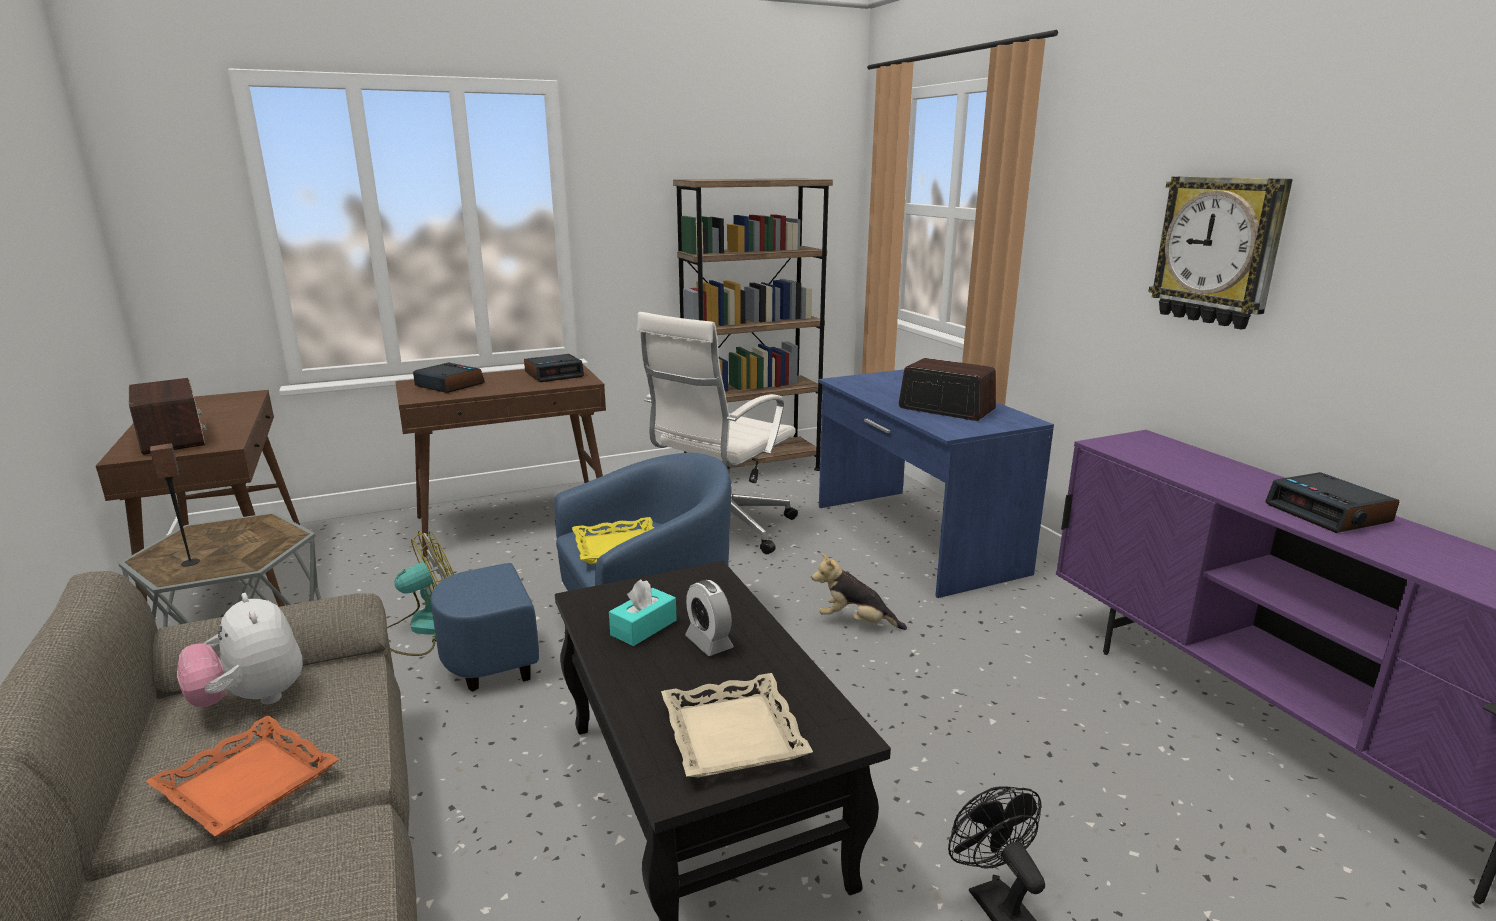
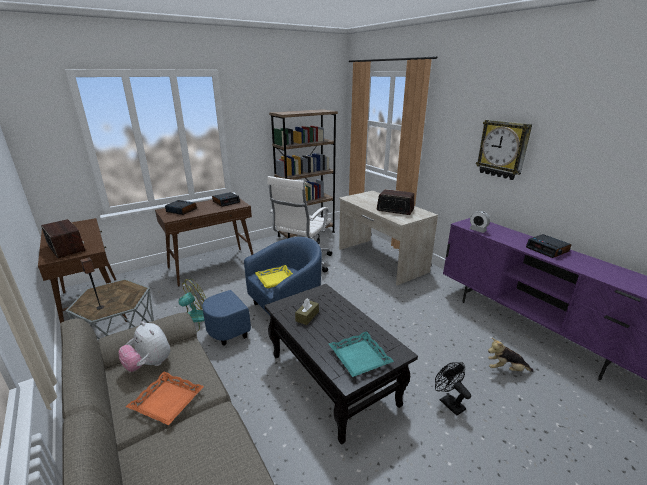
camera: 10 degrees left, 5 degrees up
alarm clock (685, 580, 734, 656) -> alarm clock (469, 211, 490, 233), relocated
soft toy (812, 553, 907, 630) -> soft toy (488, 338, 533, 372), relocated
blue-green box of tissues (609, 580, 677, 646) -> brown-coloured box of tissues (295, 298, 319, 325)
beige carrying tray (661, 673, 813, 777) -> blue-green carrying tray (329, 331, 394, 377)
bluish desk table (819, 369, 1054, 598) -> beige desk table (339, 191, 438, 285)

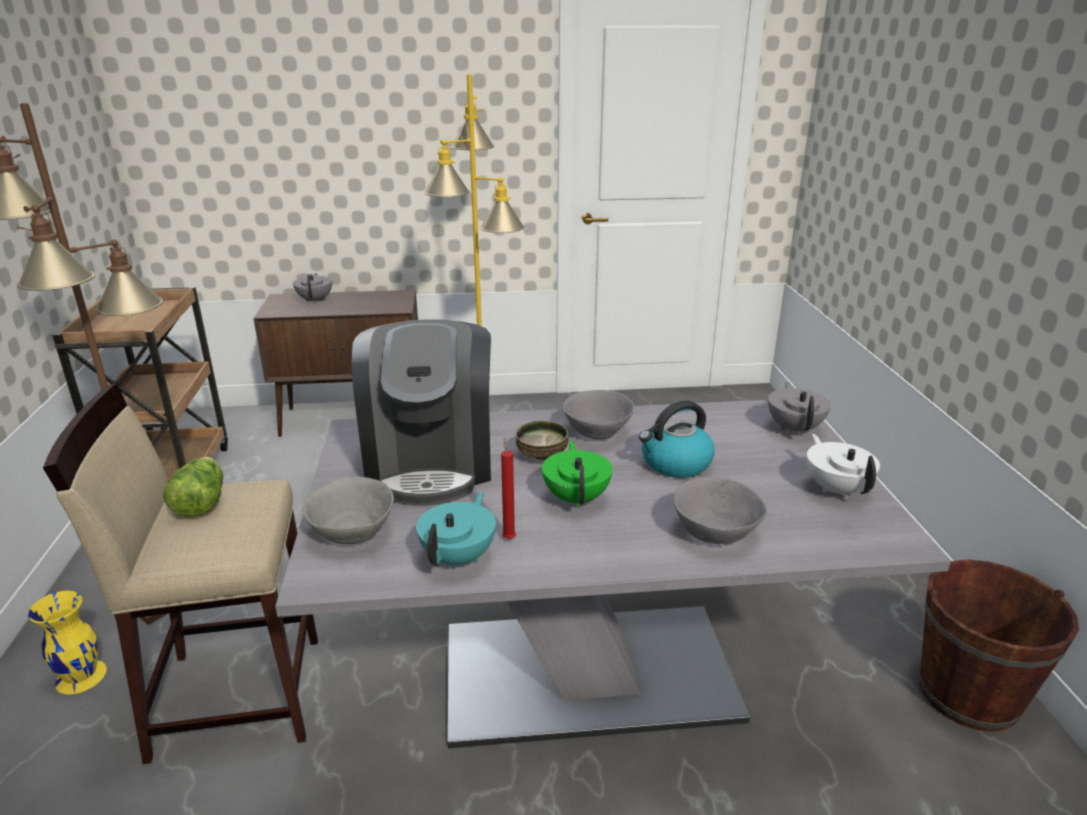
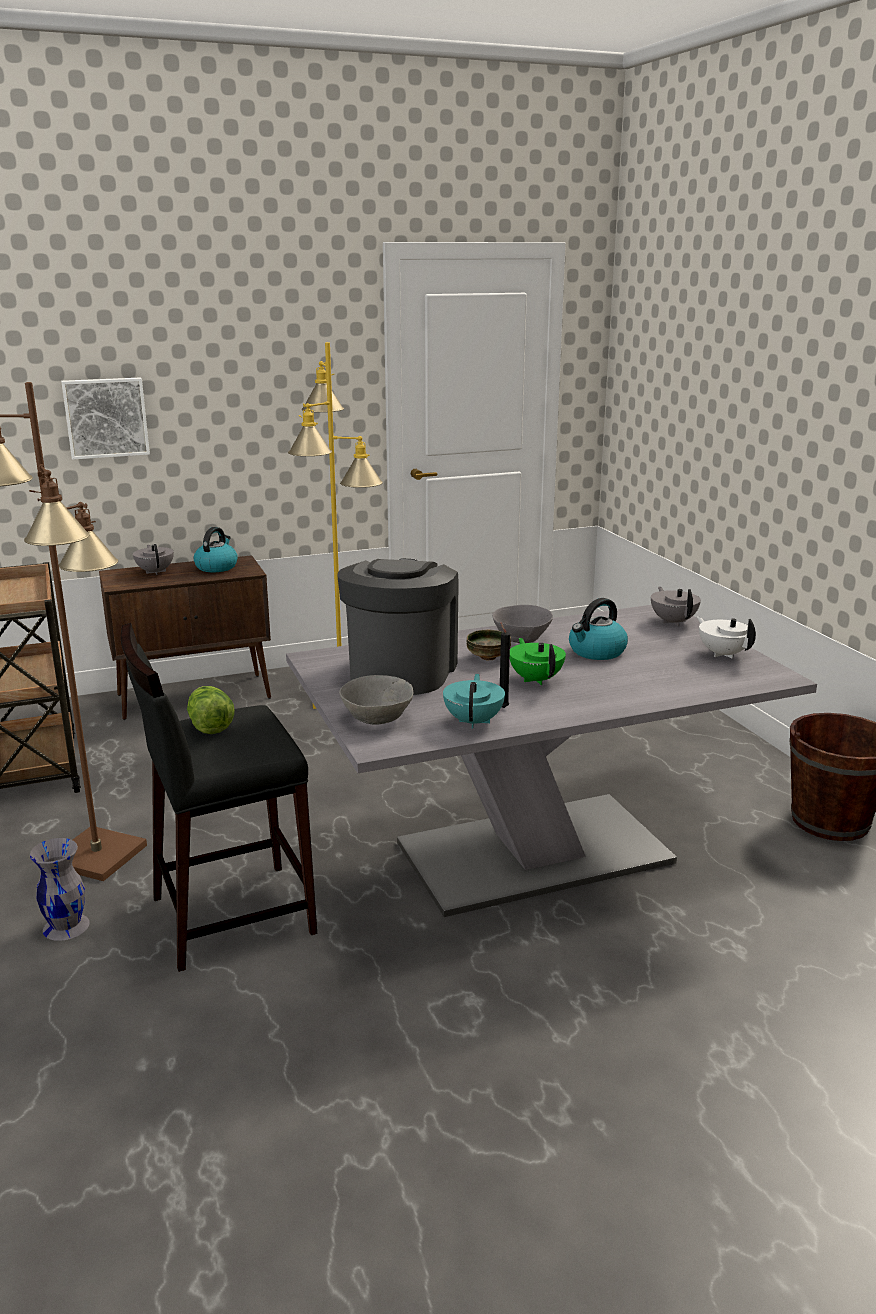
camera: 15 degrees left, 5 degrees down
grey bowl (674, 477, 767, 544) -> none
none -> wall art (61, 377, 150, 460)
none -> water kettle (193, 527, 238, 572)
yellowish flower vase (28, 591, 107, 694) -> grey flower vase (30, 838, 90, 941)
beige stool seat (43, 383, 318, 764) -> black stool seat (121, 623, 317, 972)
red wax light (501, 437, 516, 540) -> black wax light (500, 622, 510, 708)
coffee brewer (352, 319, 491, 506) -> coffee brewer (338, 558, 458, 695), 150 degrees counterclockwise

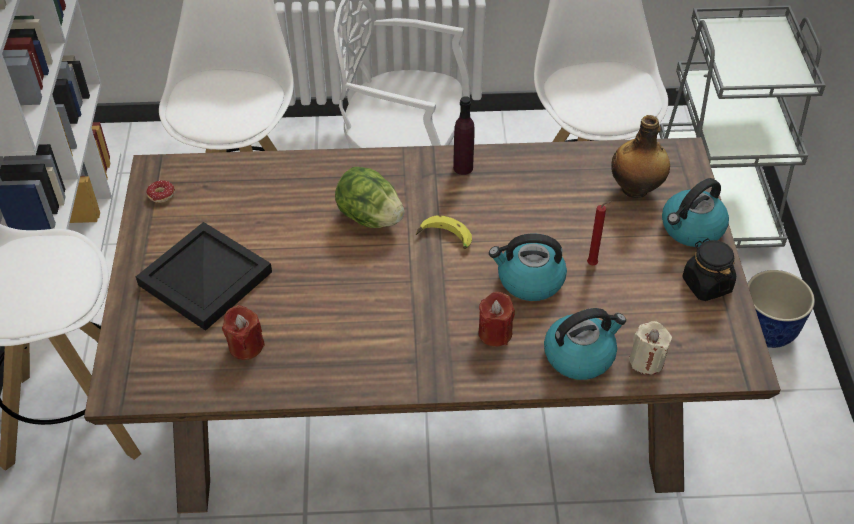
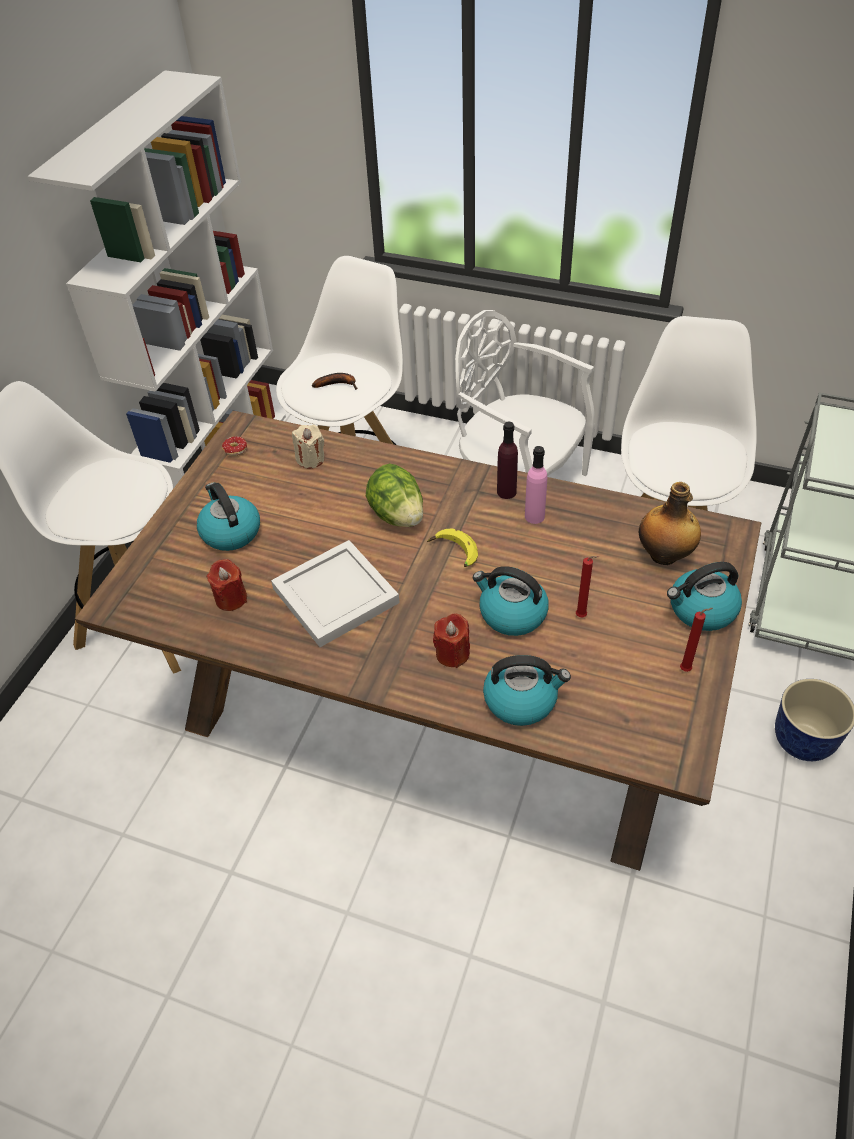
camera: 25 degrees right, 0 degrees up
none -> whitish carrying tray (271, 540, 400, 647)
none -> banana (312, 373, 358, 390)
none -> pinkish beverage bottle (525, 446, 547, 524)
beige wax light (629, 321, 672, 375) -> beige wax light (292, 425, 325, 469), relocated
black carrying tray (136, 222, 272, 331) -> water kettle (197, 482, 260, 551)
black jar (682, 238, 736, 301) -> red wax light (680, 608, 713, 672)

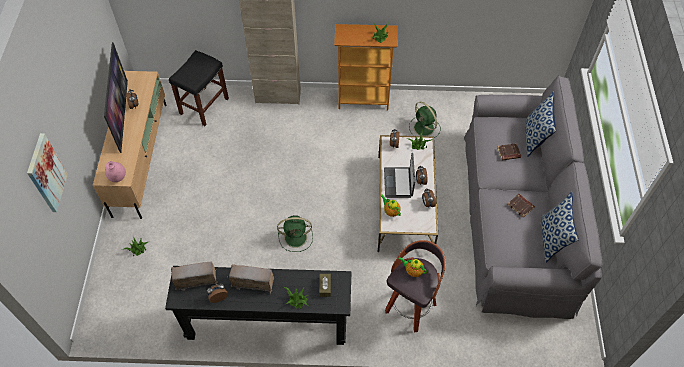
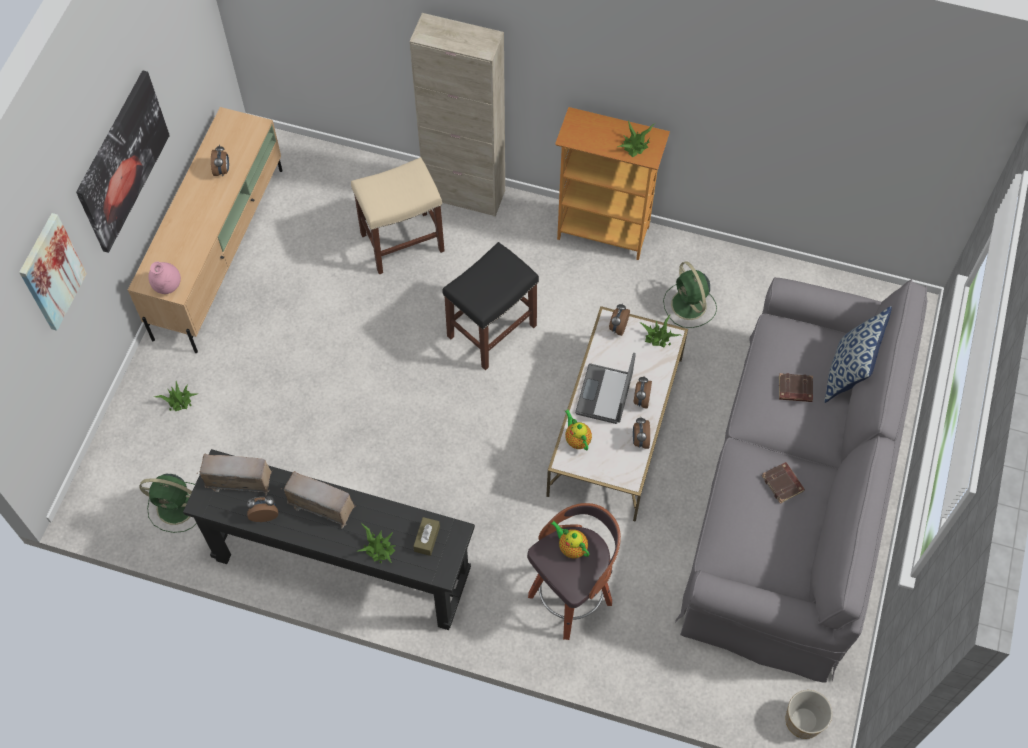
camera: 15 degrees right, 5 degrees up
television (104, 42, 128, 153) -> none
pillow (541, 192, 579, 263) -> none
none -> wall art (76, 70, 170, 253)
none -> beige stool seat (351, 157, 445, 274)
none -> flower pot (785, 690, 832, 739)
black stool seat (169, 50, 229, 126) -> black stool seat (442, 242, 539, 370), relocated
green fan (277, 215, 313, 252) -> green fan (139, 474, 197, 533), relocated

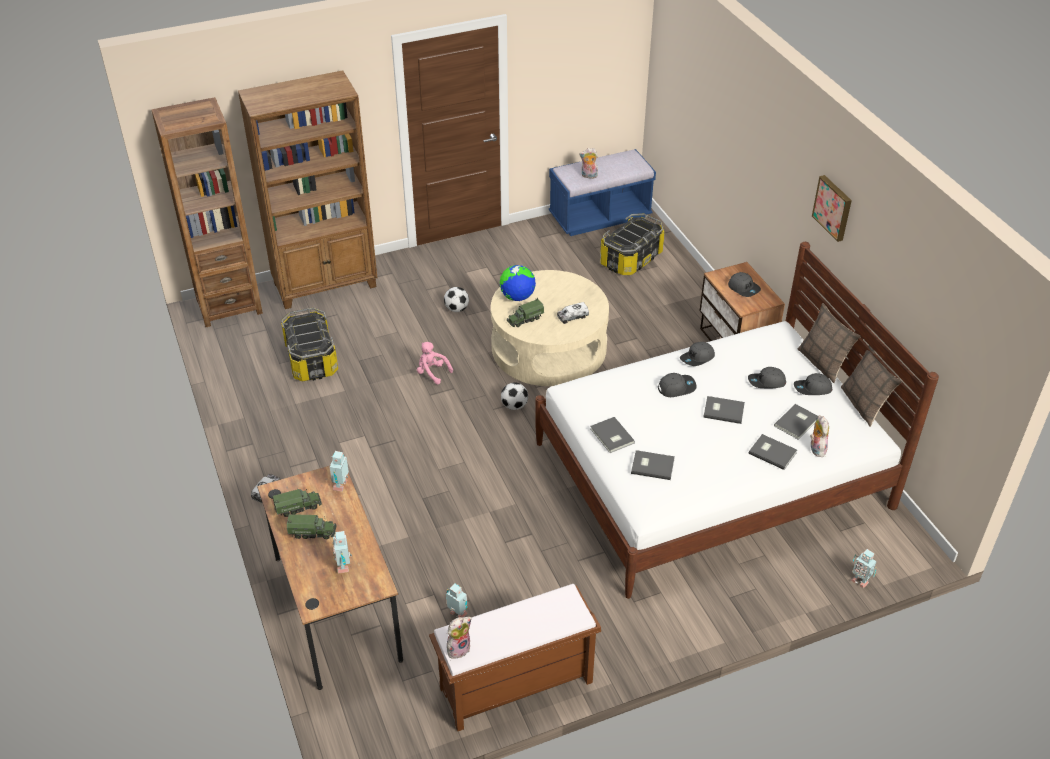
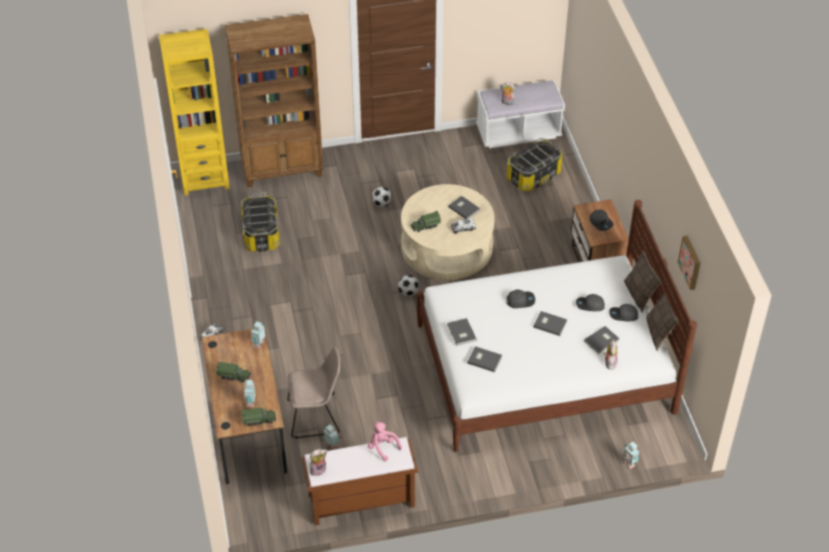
camera: 10 degrees right, 5 degrees up
desk globe (500, 265, 536, 301) -> none
grey cap (680, 342, 715, 366) -> none
none -> beige upright chair (287, 347, 340, 439)
model truck (273, 489, 322, 517) -> model truck (242, 408, 276, 426), relocated
pinkish soft toy (417, 342, 453, 384) -> pinkish soft toy (368, 422, 402, 461), relocated
grey book (749, 434, 797, 470) -> grey book (448, 196, 480, 219), relocated
wall art (812, 175, 852, 242) -> wall art (678, 236, 700, 290), relocated
brown-coloured bookshelf (151, 97, 263, 327) -> yellowish bookshelf (159, 29, 230, 196)
bluish bench (549, 149, 656, 236) -> whitish bench (476, 80, 565, 148)

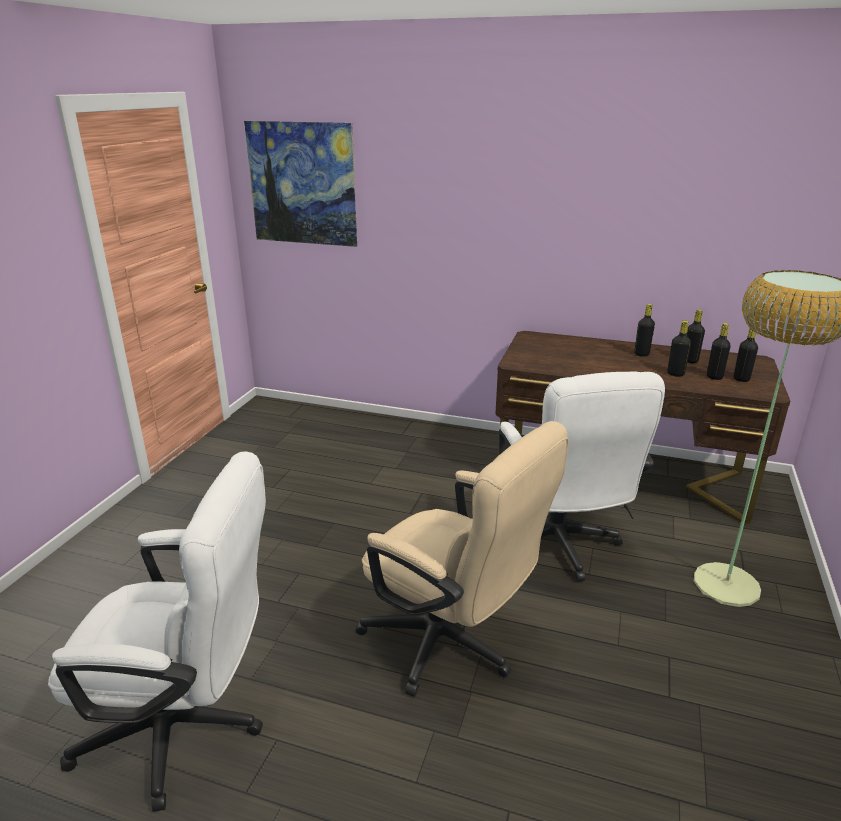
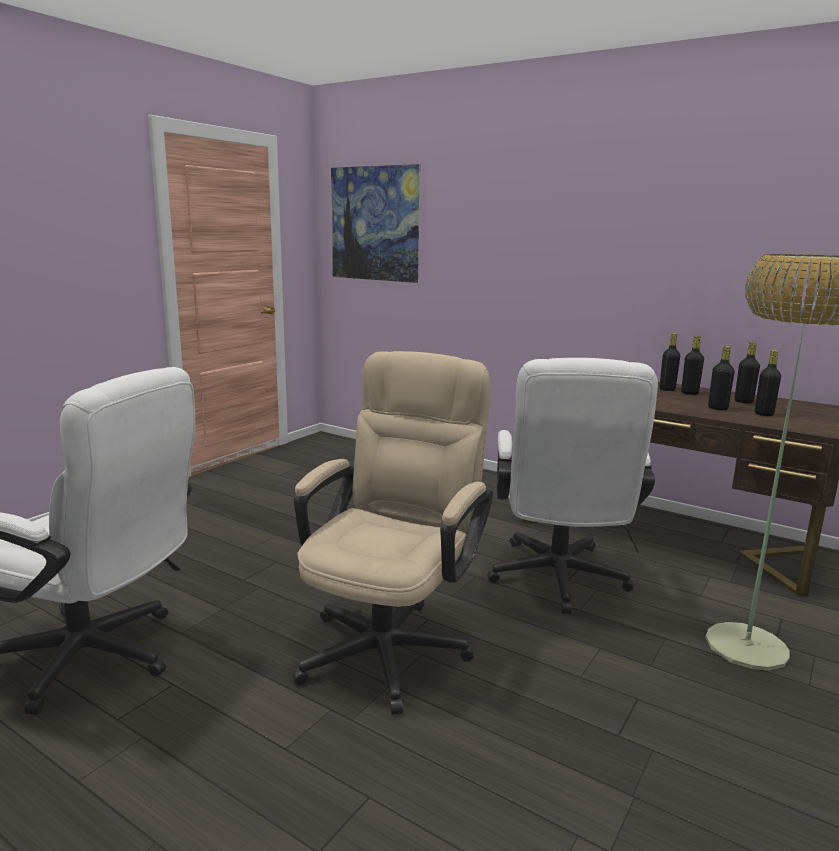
camera: 15 degrees right, 10 degrees down
black beverage bottle (734, 325, 758, 382) -> black beverage bottle (659, 333, 680, 391), relocated
beige desk chair (356, 421, 569, 697) -> beige desk chair (292, 351, 493, 715), 120 degrees counterclockwise

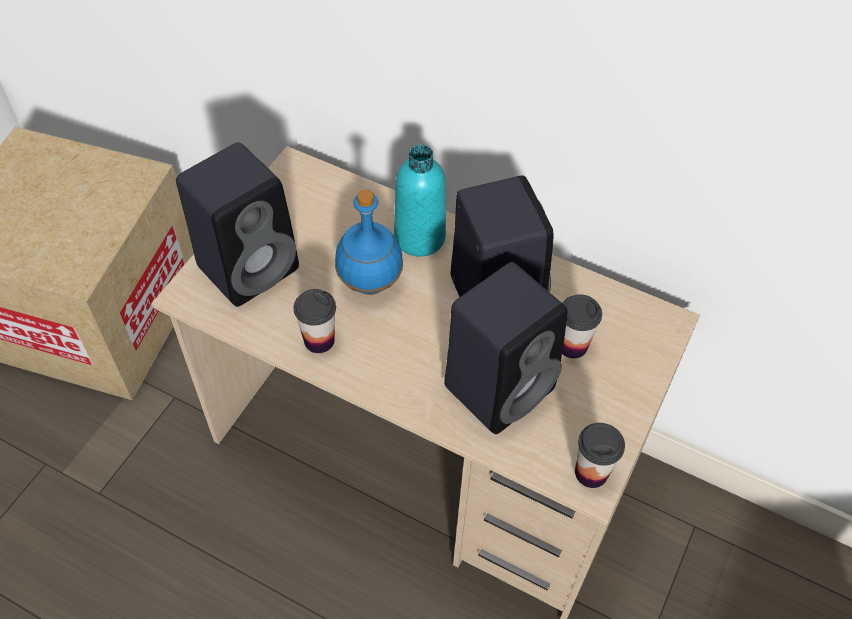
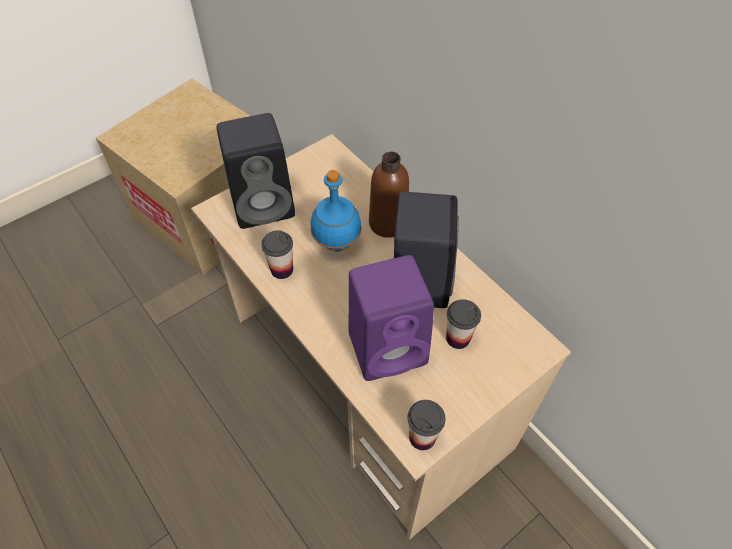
camera: 25 degrees right, 0 degrees up
blue-green beverage bottle (394, 145, 446, 257) -> brown-coloured beverage bottle (369, 151, 409, 238)
black loudspeaker (444, 262, 567, 434) -> purple loudspeaker (348, 255, 434, 381)

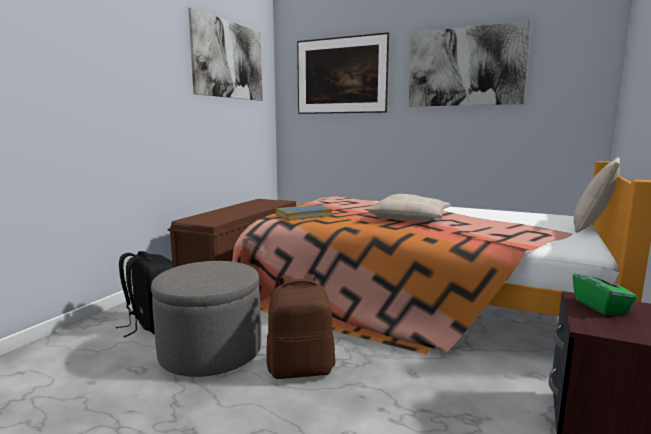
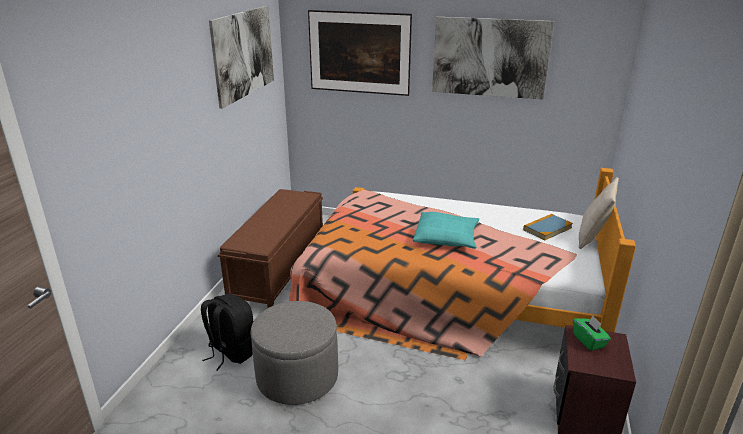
camera: 10 degrees left, 15 degrees up
brown-coloured backpack (266, 274, 335, 379) -> none
book (276, 205, 333, 220) -> book (523, 214, 573, 240), relocated
beige pillow (368, 194, 451, 221) -> blue-green pillow (413, 212, 479, 249)

